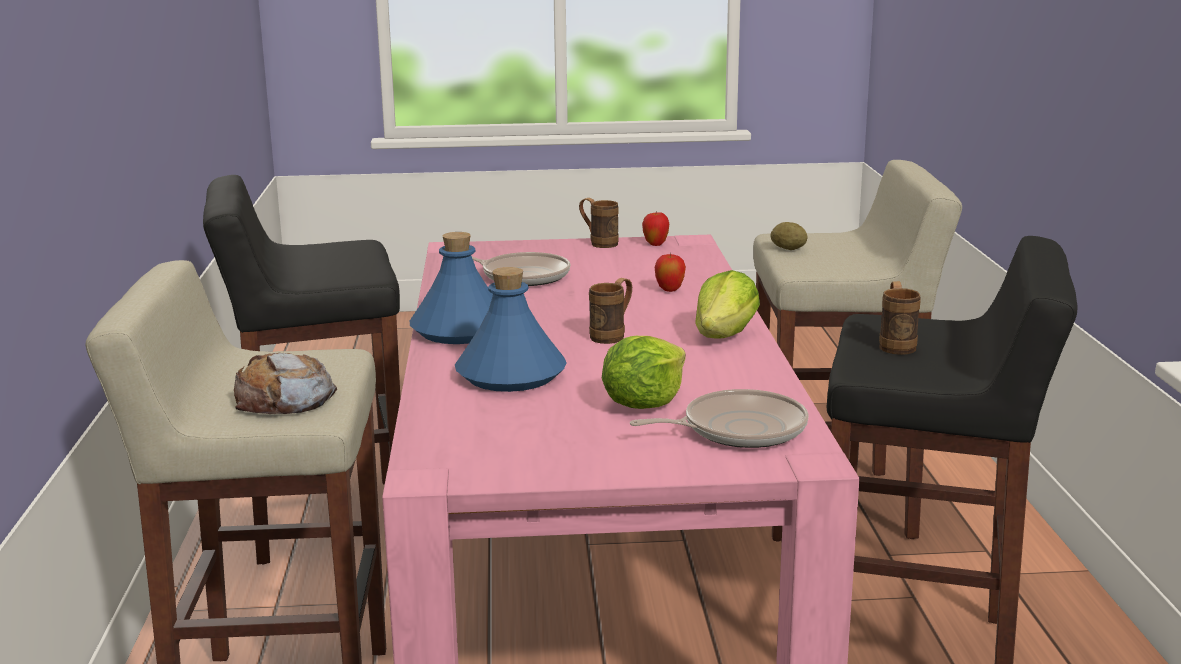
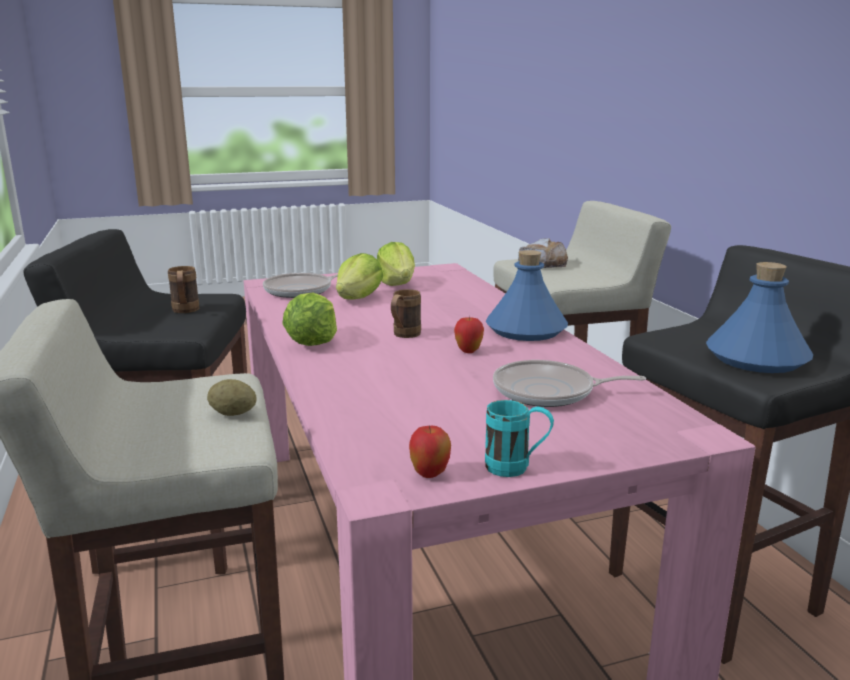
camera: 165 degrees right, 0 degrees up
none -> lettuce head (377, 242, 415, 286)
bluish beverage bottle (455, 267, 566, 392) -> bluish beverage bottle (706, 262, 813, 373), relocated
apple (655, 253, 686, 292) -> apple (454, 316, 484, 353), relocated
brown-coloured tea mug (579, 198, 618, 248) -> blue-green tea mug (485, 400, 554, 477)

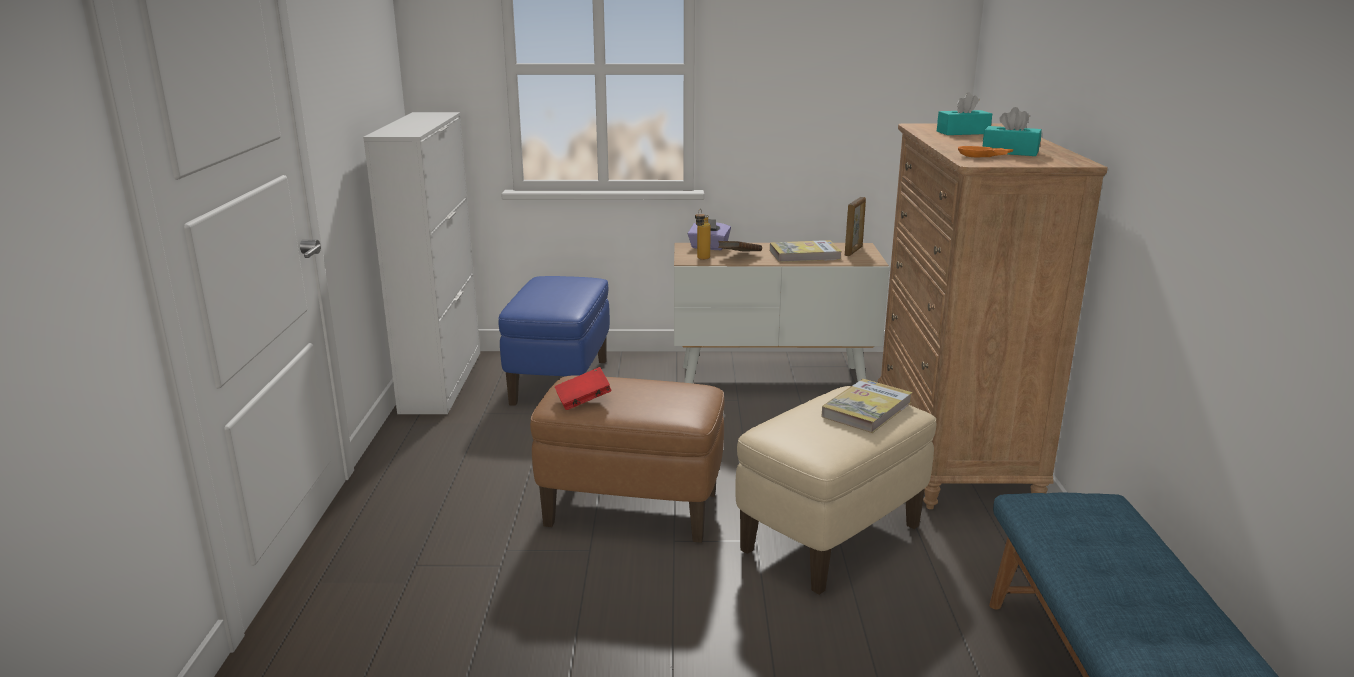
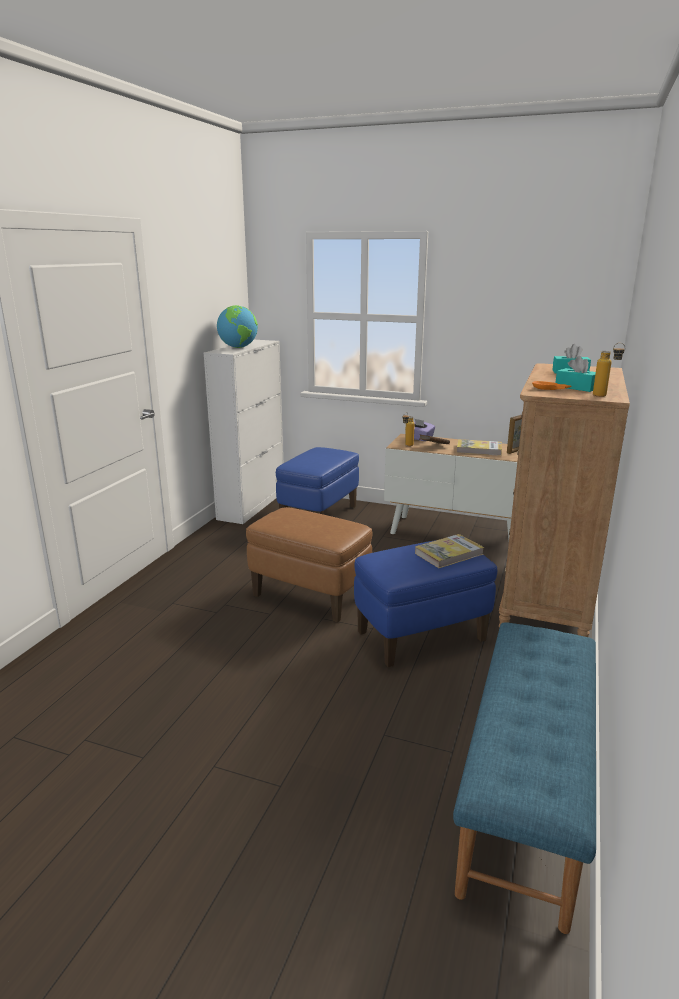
camera: 20 degrees right, 0 degrees up
red book (555, 367, 612, 410) -> none
none -> desk globe (217, 305, 258, 348)
none -> beverage bottle (593, 343, 625, 397)
beige ottoman (735, 386, 937, 595) -> bluish ottoman (354, 540, 497, 667)

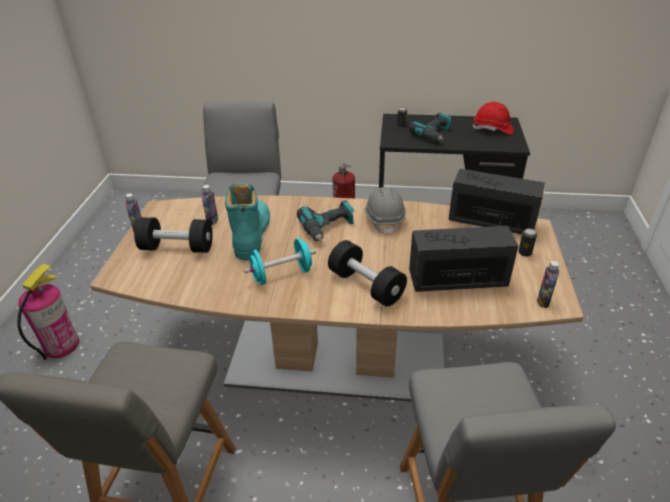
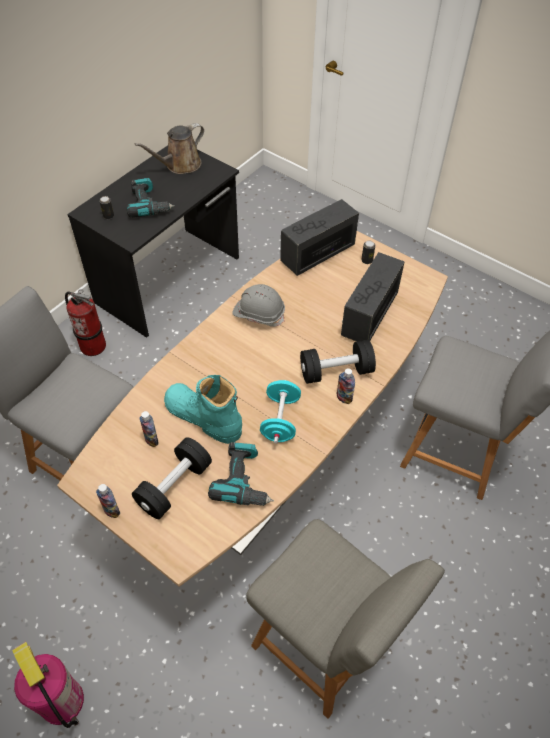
camera: 60 degrees left, 15 degrees up
electric drill (297, 200, 355, 242) -> electric drill (208, 442, 274, 506), relocated
beverage bottle (537, 261, 559, 308) -> beverage bottle (337, 368, 355, 404), relocated
red hard hat (472, 102, 514, 135) -> brown-coloured watering can (135, 123, 204, 174)

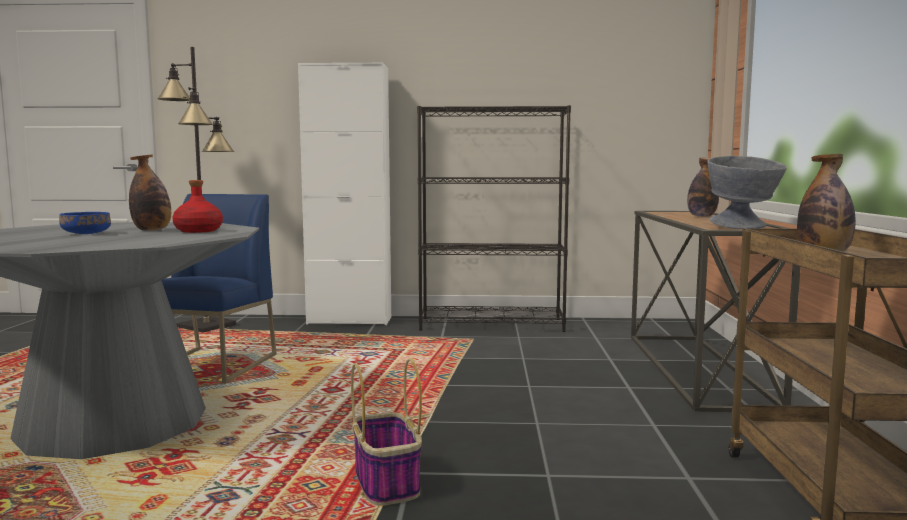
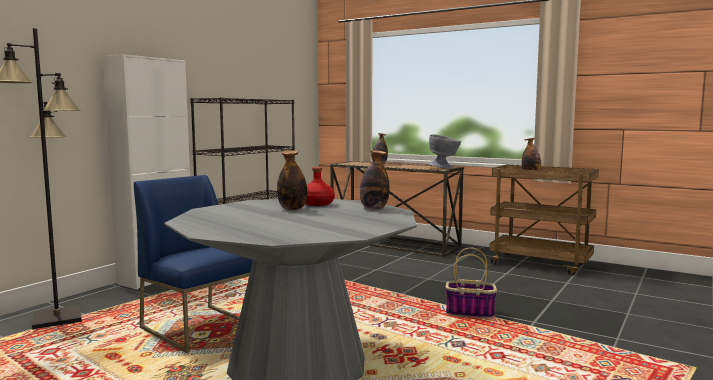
camera: 60 degrees left, 0 degrees up
bluish bowl (59, 212, 111, 234) -> none
none -> beverage bottle (360, 150, 389, 209)

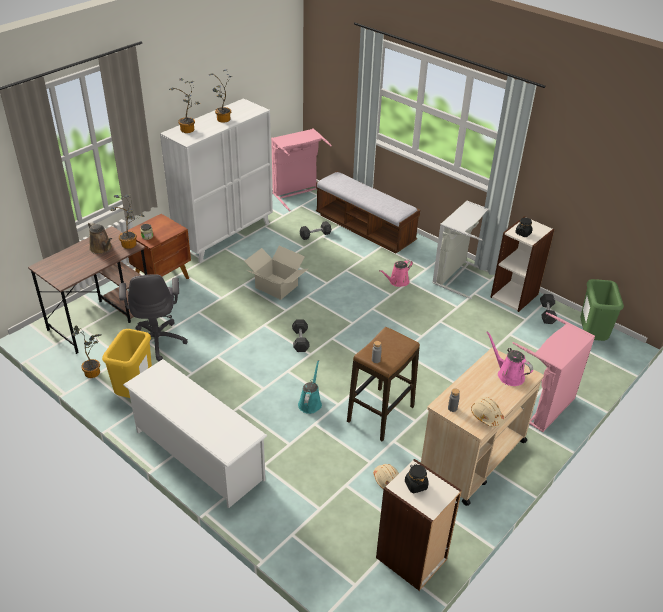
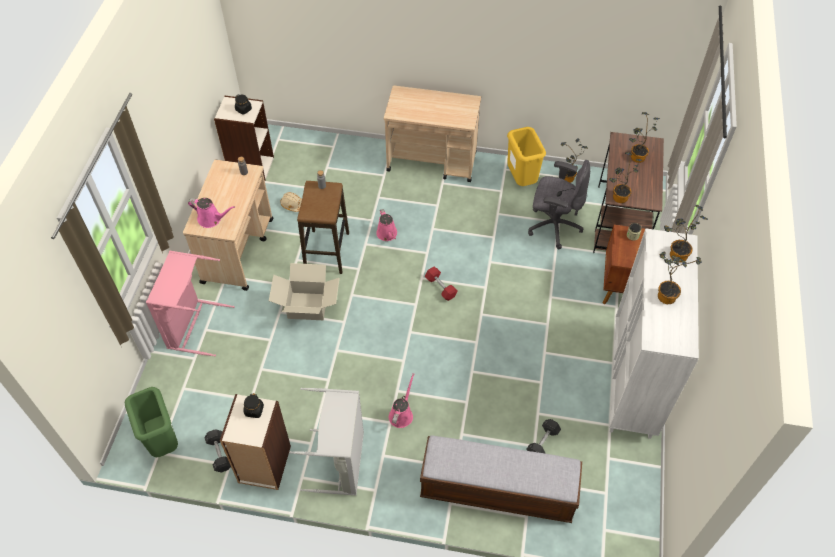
camera: 150 degrees right, 15 degrees up
brown-coloured watering can (88, 222, 112, 254) -> none
pinkish hamper (271, 128, 332, 211) -> none
beige hard hat (471, 397, 505, 428) -> none
none -> houseplant (629, 112, 660, 163)
packing box (244, 246, 309, 300) -> packing box (269, 263, 340, 320), relocated
whitish shoe stand (123, 359, 267, 508) -> beige wheeled cart (384, 86, 481, 182)
grey free weight (292, 319, 310, 352) -> red free weight (425, 267, 458, 301)
blue-green watering can (298, 360, 322, 414) -> pinkish watering can (376, 209, 397, 241)
grey desk chair (119, 274, 188, 361) -> grey desk chair (528, 160, 590, 249), 150 degrees clockwise

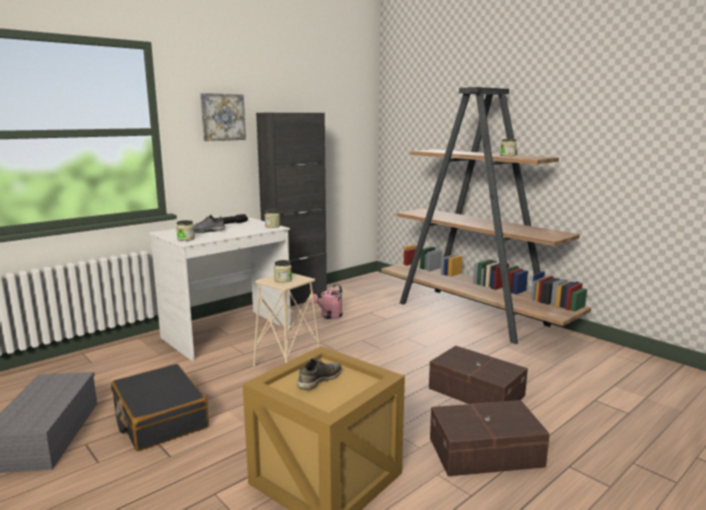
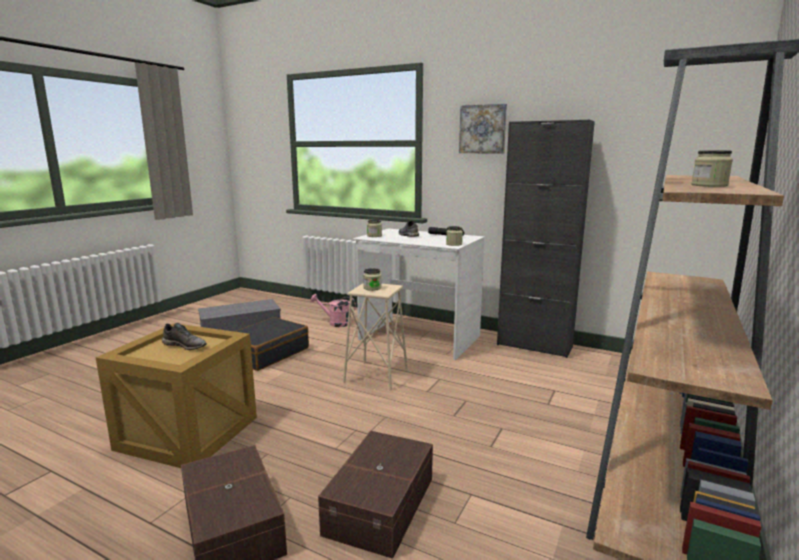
camera: 70 degrees right, 0 degrees up
pinkish watering can (310, 284, 343, 319) -> pinkish watering can (310, 294, 356, 327), relocated

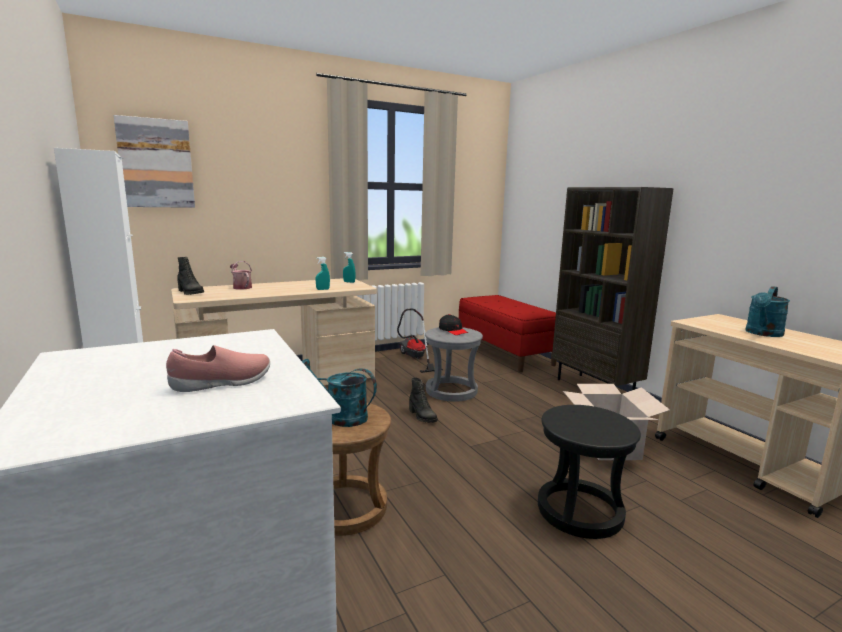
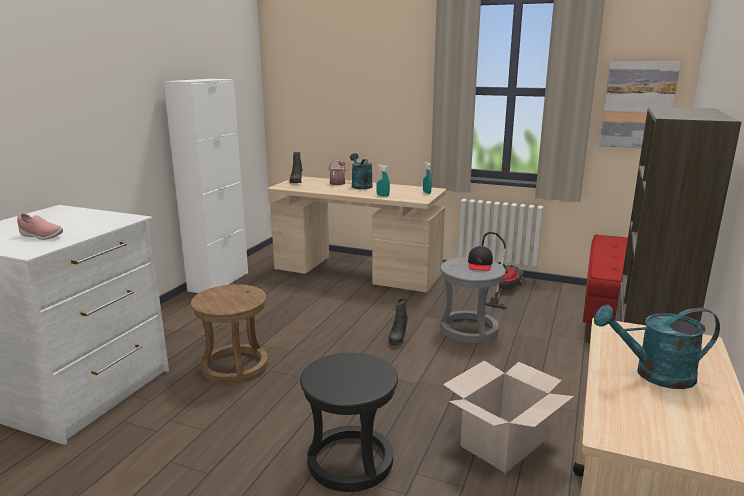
camera: 50 degrees right, 5 degrees up
wall art (114, 115, 195, 208) -> wall art (600, 62, 681, 148), relocated
blue-green watering can (302, 359, 377, 427) -> blue-green watering can (350, 153, 373, 189), relocated

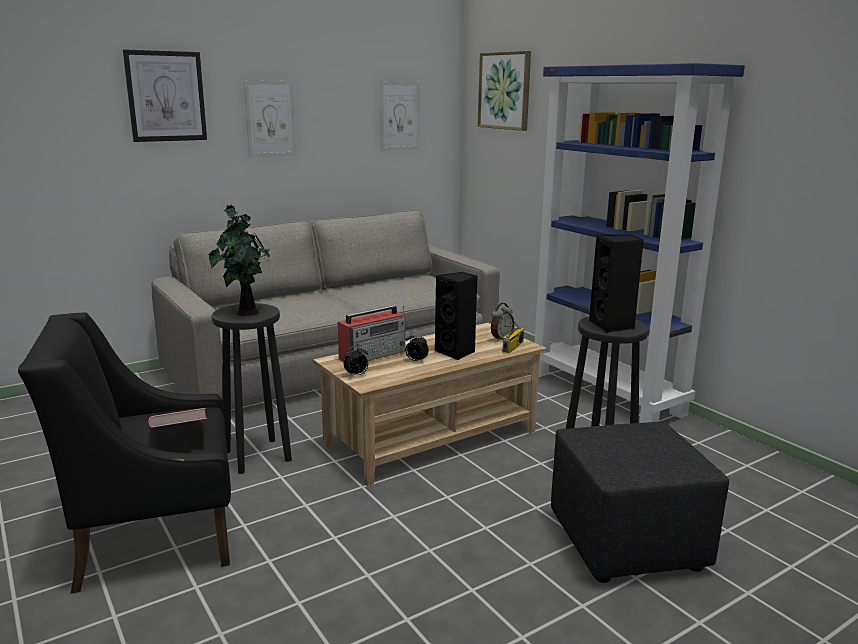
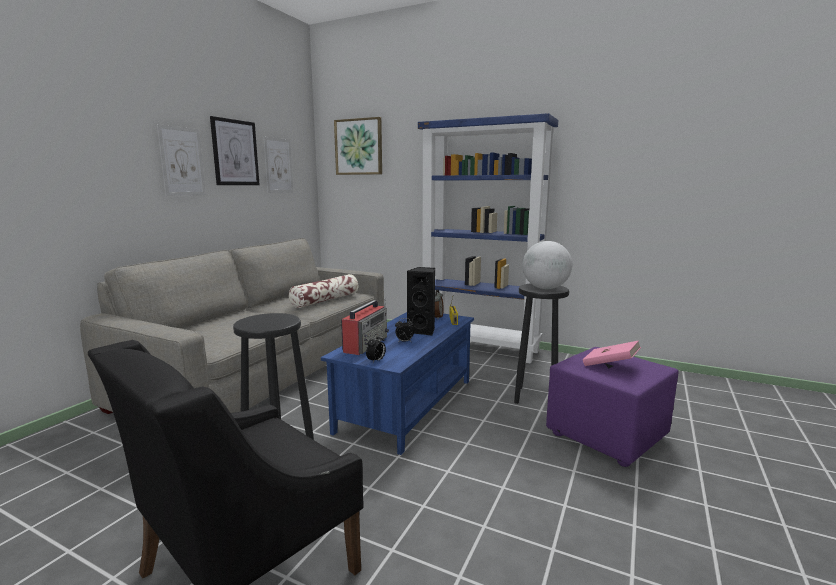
camera: 30 degrees left, 5 degrees down
houseplant (209, 204, 270, 316) -> none
none -> pillow (289, 274, 359, 308)
wall art (123, 49, 207, 142) -> wall art (210, 116, 260, 185), relocated
pinkish book (148, 408, 207, 428) -> pinkish book (583, 341, 641, 366), relocated
black loudspeaker (589, 234, 644, 333) -> desk globe (522, 241, 572, 289)
beige coffee table (313, 323, 547, 486) -> bluish coffee table (321, 312, 474, 455)
black ottoman (551, 421, 729, 583) -> purple ottoman (546, 347, 679, 467)

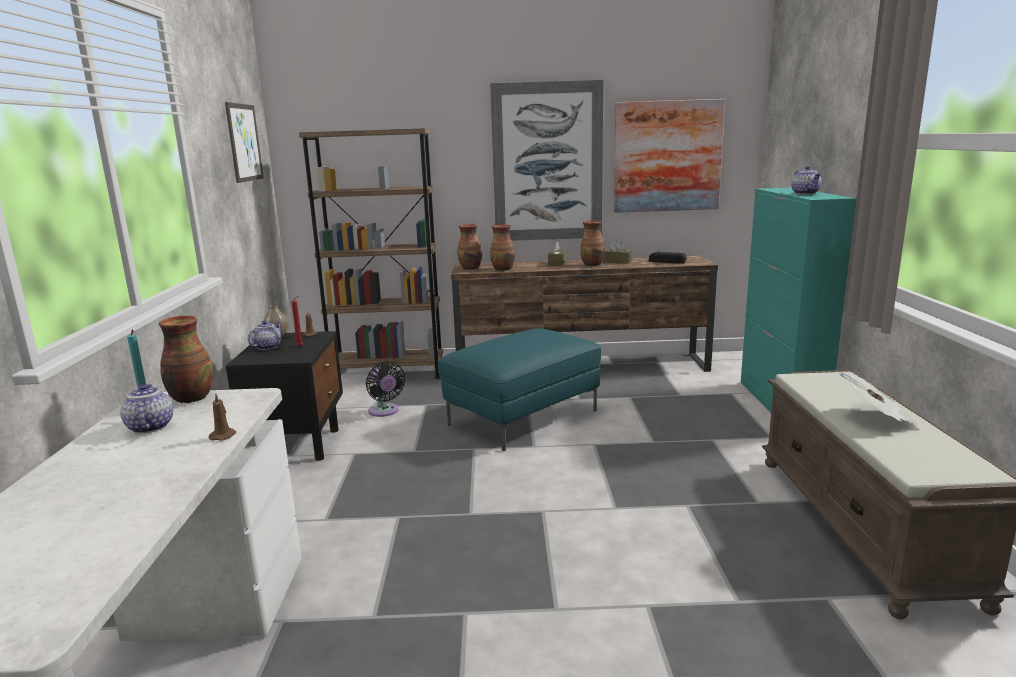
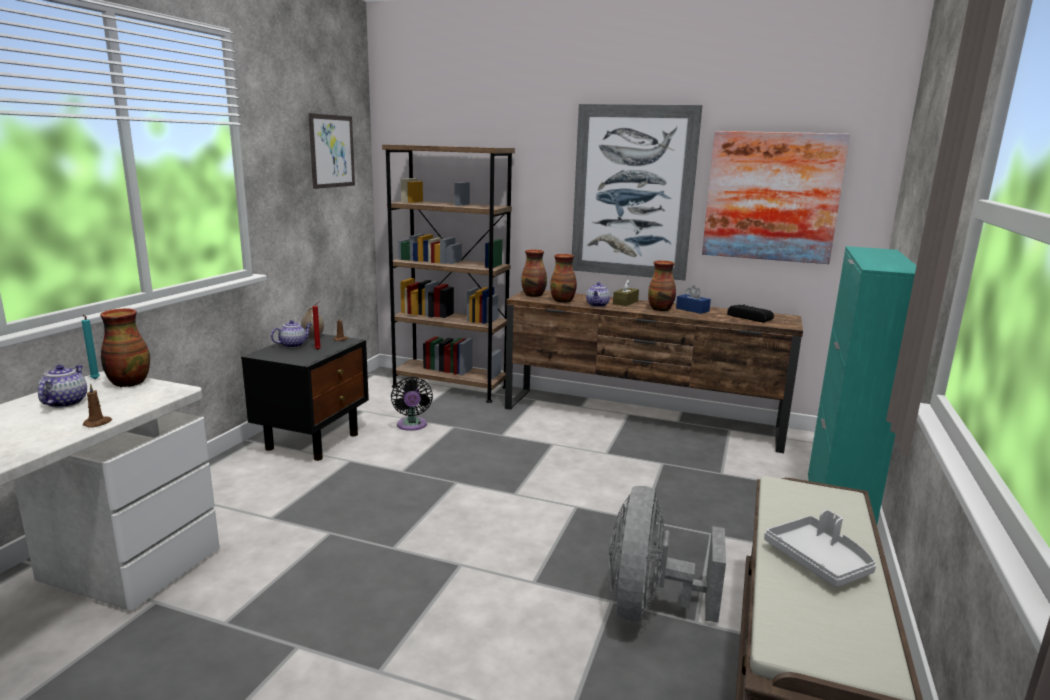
camera: 20 degrees right, 0 degrees up
blue-green ottoman (438, 328, 601, 451) -> none
none -> grey fan (609, 486, 726, 623)
tea pot (791, 166, 821, 194) -> tea pot (586, 282, 610, 307), relocated
daily paper (836, 372, 924, 428) -> grey carrying tray (764, 510, 876, 587)
brown-coloured box of tissues (603, 240, 632, 264) -> bluish box of tissues (676, 285, 711, 314)

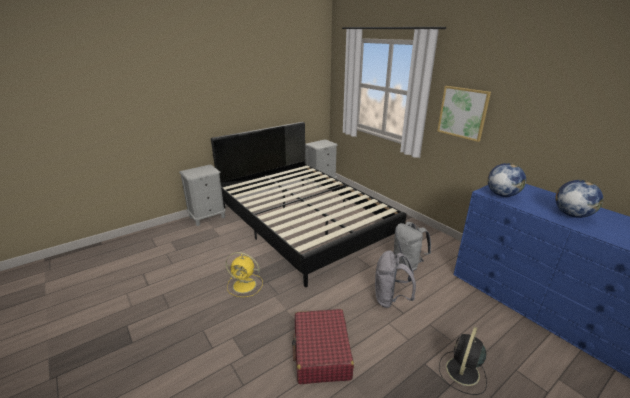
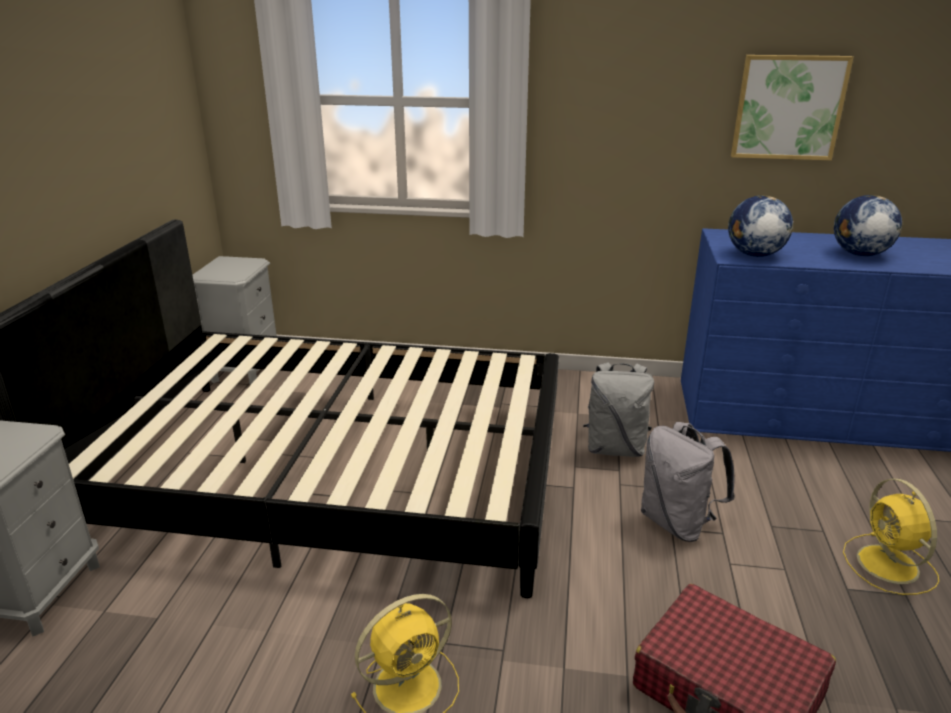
camera: 45 degrees left, 0 degrees up
wall art (437, 86, 491, 142) -> wall art (731, 55, 854, 160), relocated
black fan (439, 327, 487, 395) -> yellowish fan (843, 479, 939, 595)

